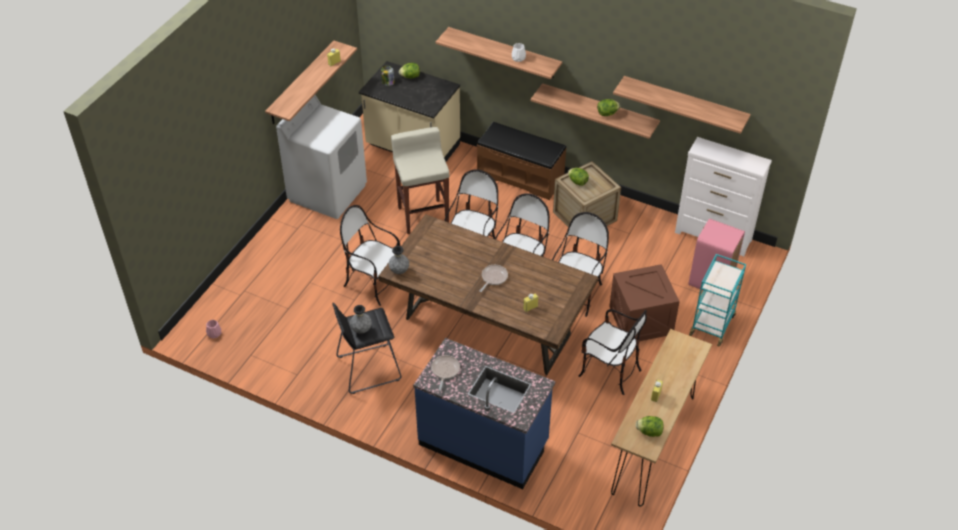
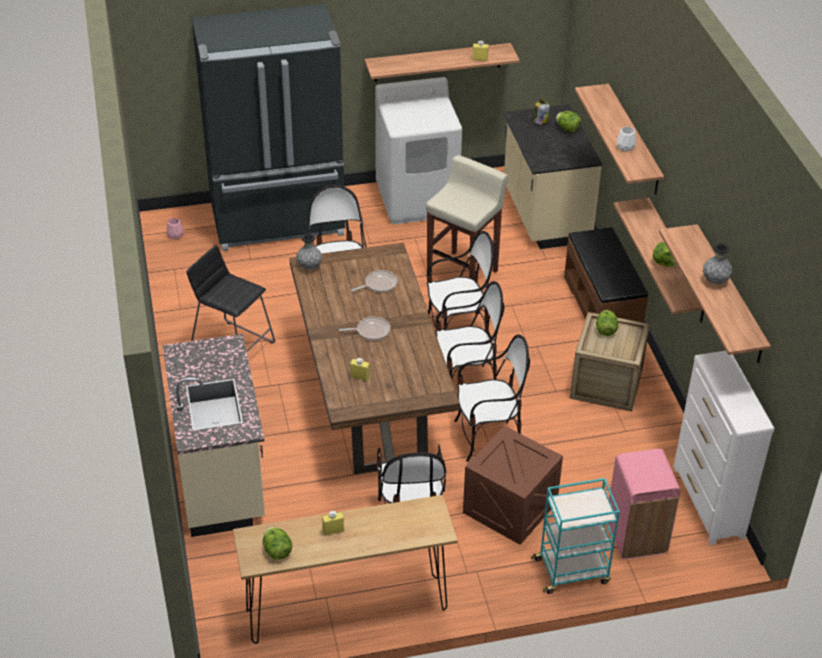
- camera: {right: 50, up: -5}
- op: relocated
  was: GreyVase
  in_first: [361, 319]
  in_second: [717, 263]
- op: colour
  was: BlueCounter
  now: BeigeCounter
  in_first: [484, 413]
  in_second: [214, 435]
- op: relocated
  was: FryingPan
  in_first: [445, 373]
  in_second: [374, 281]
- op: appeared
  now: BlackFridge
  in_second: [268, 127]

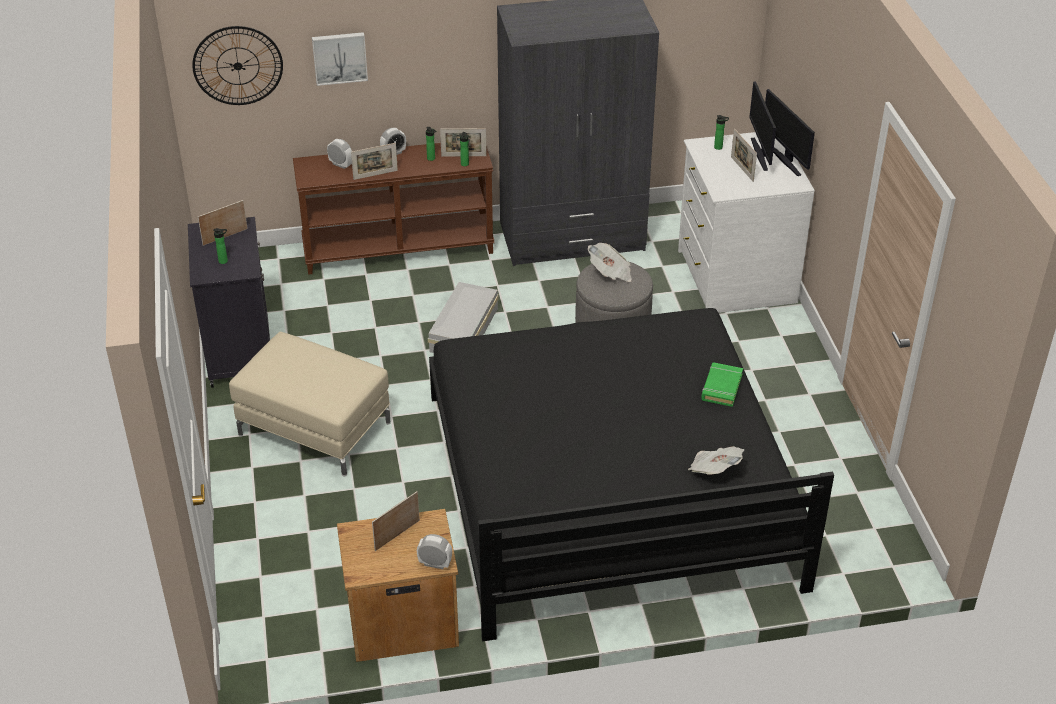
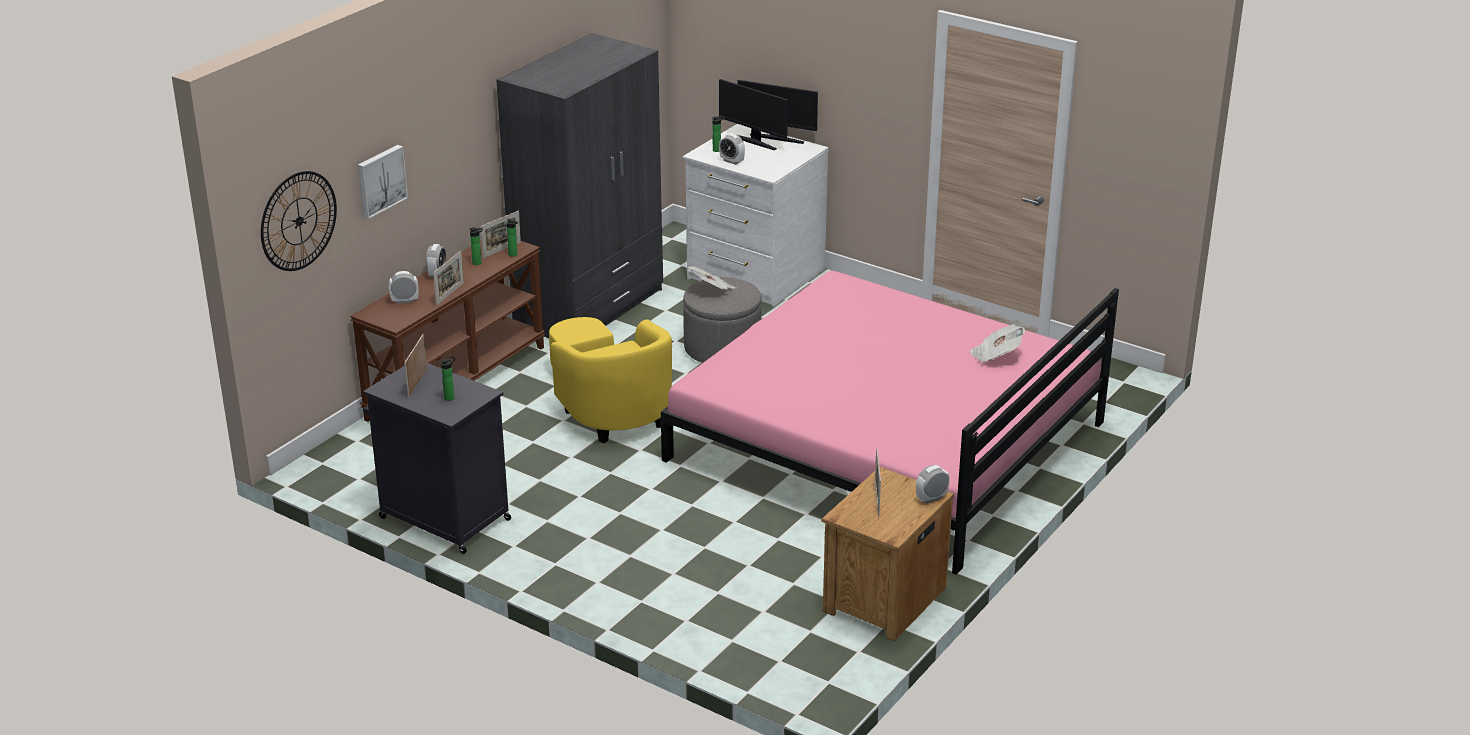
- camera: {right: -45, up: -10}
- op: missing
  was: PictureFrame
  in_first: [744, 155]
- op: exchanged
  was: WhiteStorageBox
  now: YellowArmchair
  in_first: [463, 317]
  in_second: [610, 380]
- op: colour
  was: BlackBed
  now: PinkBed
  in_first: [631, 475]
  in_second: [890, 422]
- op: missing
  was: BeigeOttoman
  in_first: [309, 404]
- op: missing
  was: GreenBook
  in_first: [722, 384]
- op: appeared
  now: AlarmClock
  in_second: [732, 149]

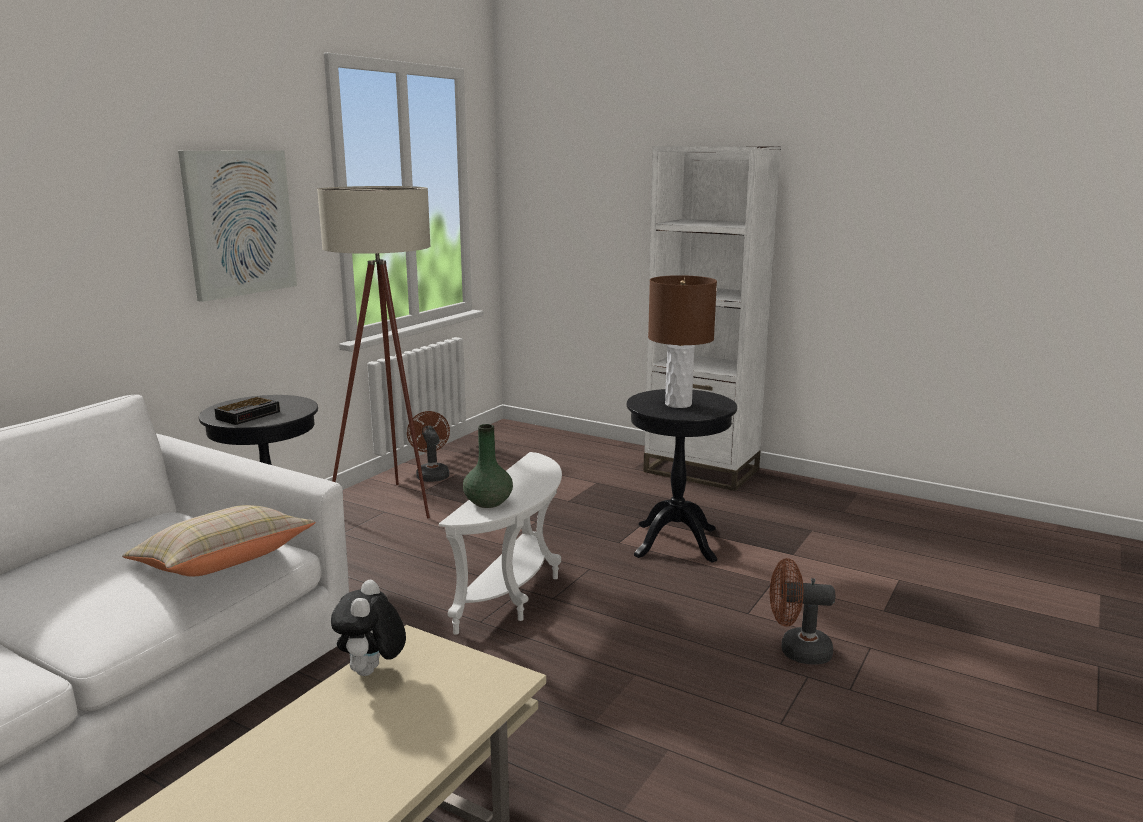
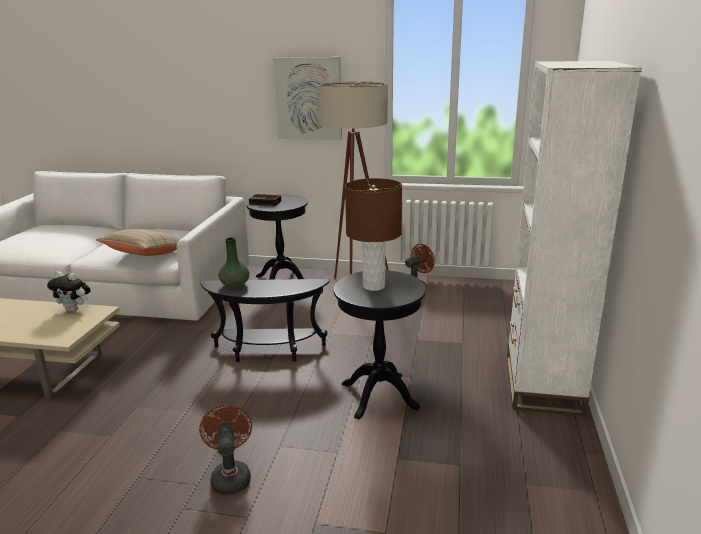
- camera: {right: 70, up: 5}
- op: colour
  was: WhiteSideTable
  now: BlackSideTable
  in_first: [500, 543]
  in_second: [265, 320]
- op: spun
  was: PlushToy
  in_first: [368, 628]
  in_second: [68, 291]
  clockwise: -150

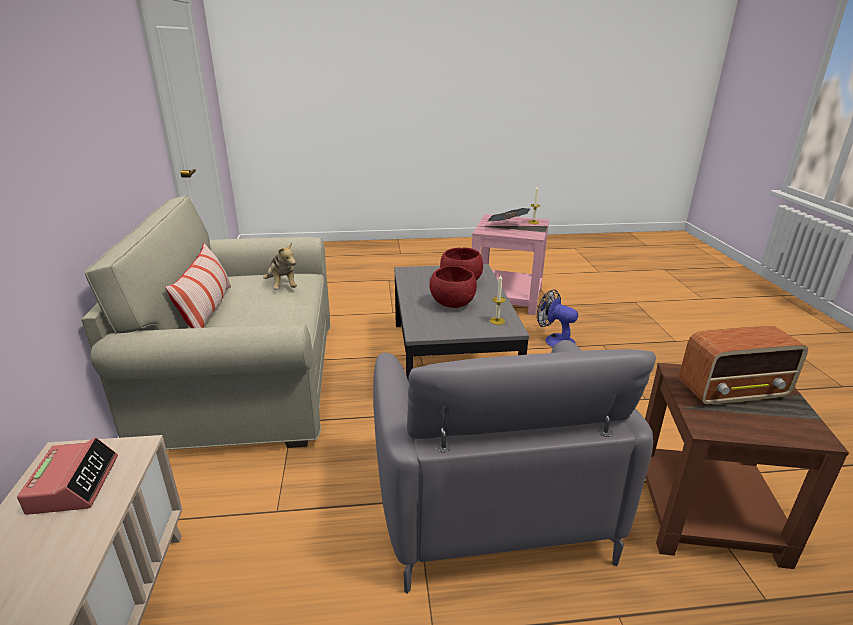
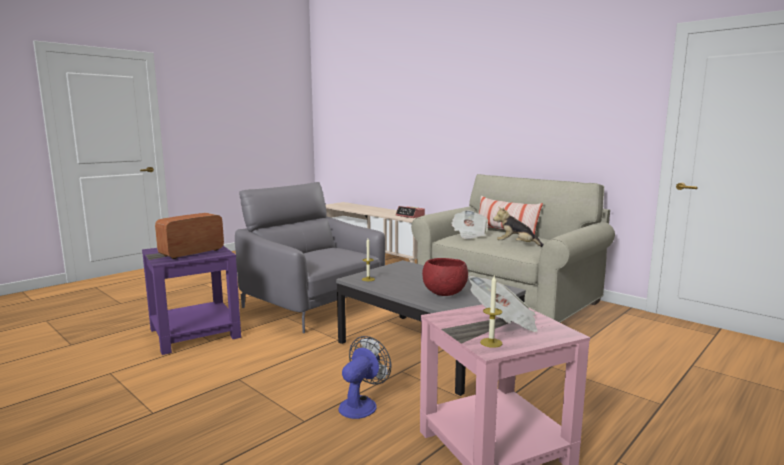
- camera: {right: 140, up: -15}
- op: missing
  was: RedBowl
  in_first: [453, 287]
- op: spun
  was: Fan
  in_first: [557, 318]
  in_second: [365, 377]
  clockwise: -60
- op: colour
  was: BrownSideTable
  now: PurpleSideTable
  in_first: [747, 466]
  in_second: [191, 300]
- op: appeared
  now: Newspaper
  in_second: [469, 224]

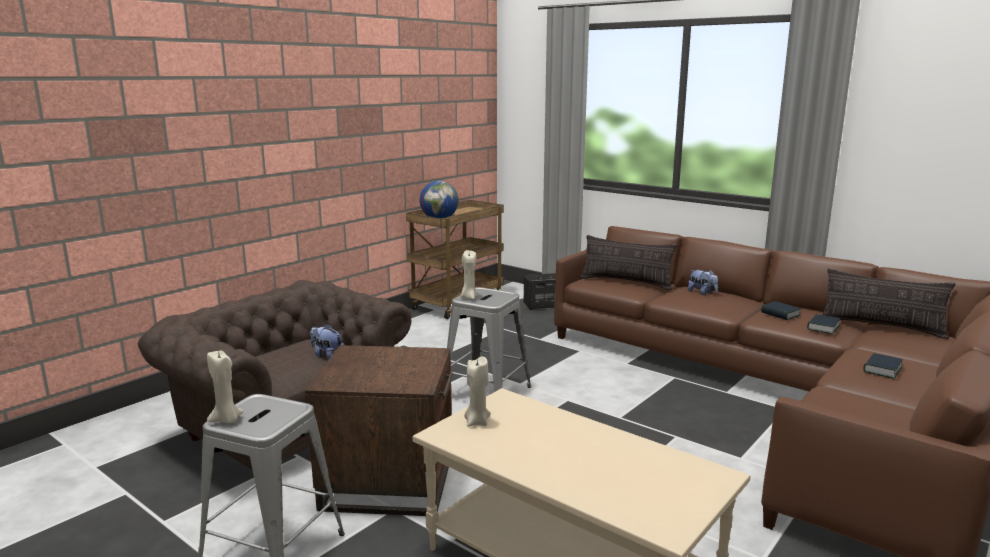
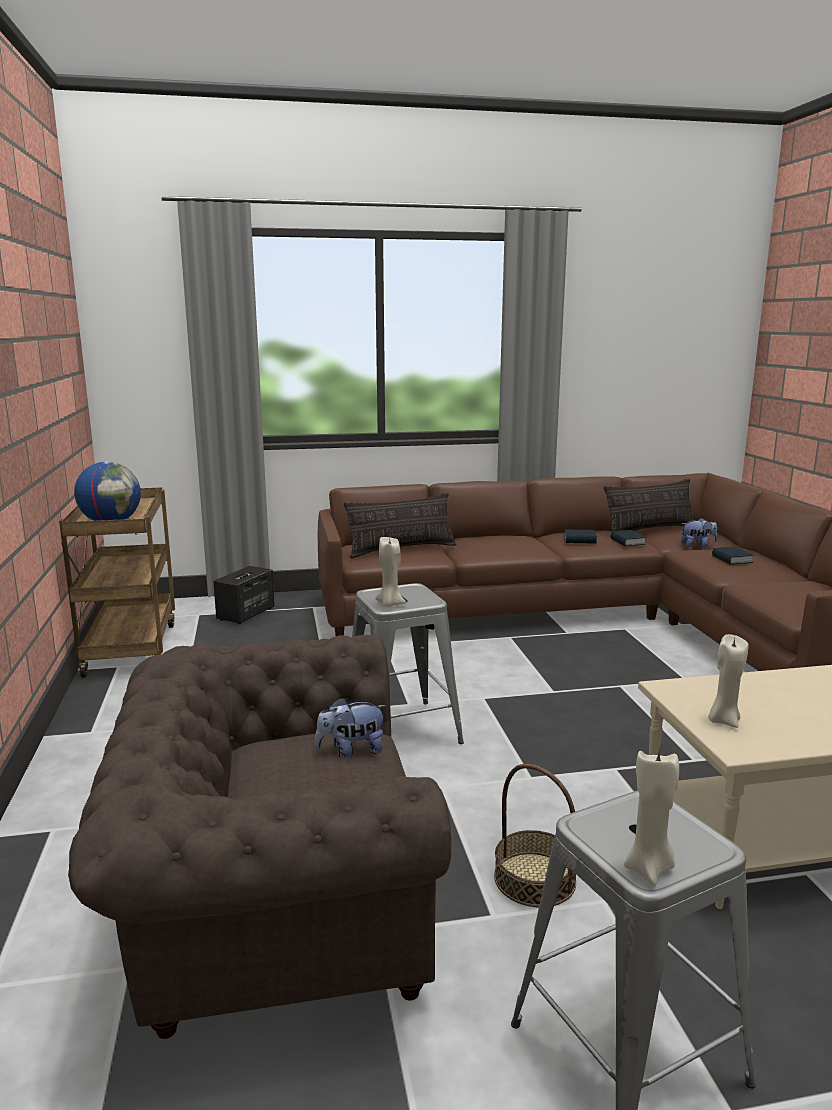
- camera: {right: -50, up: 0}
- op: relocated
  was: PlushToy
  in_first: [703, 282]
  in_second: [699, 533]
- op: exchanged
  was: BrownSideTable
  now: Basket
  in_first: [379, 430]
  in_second: [535, 835]

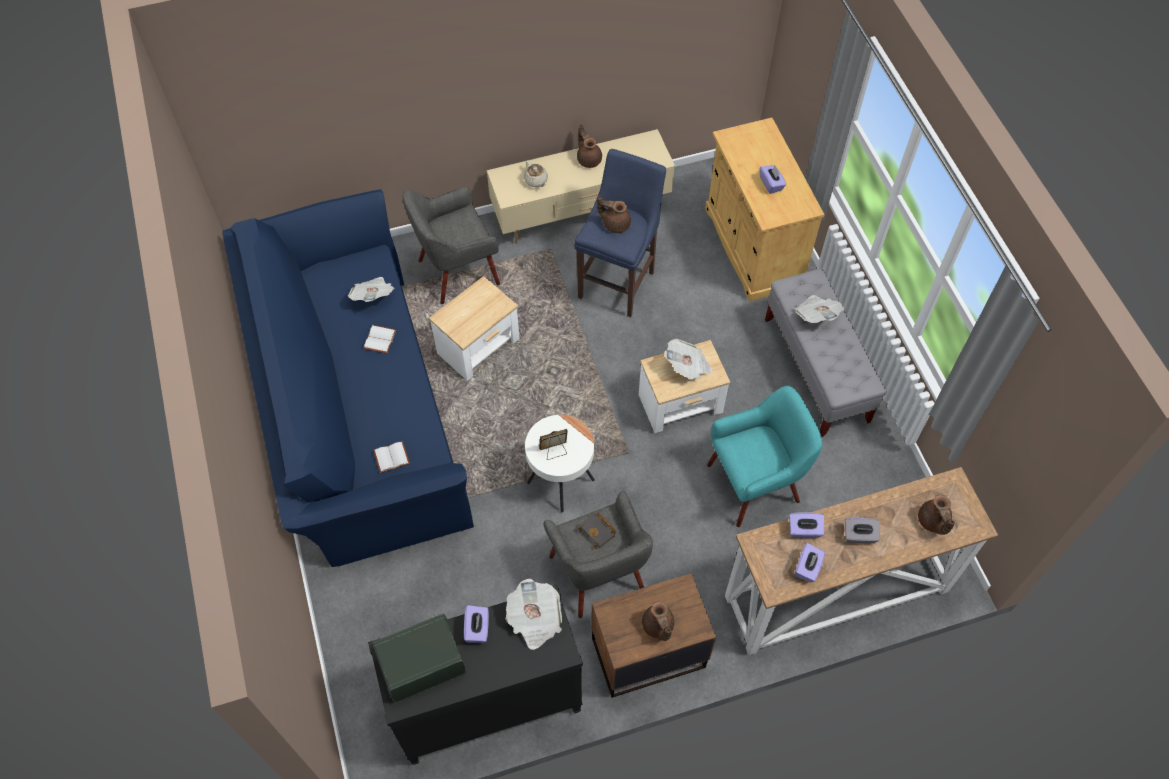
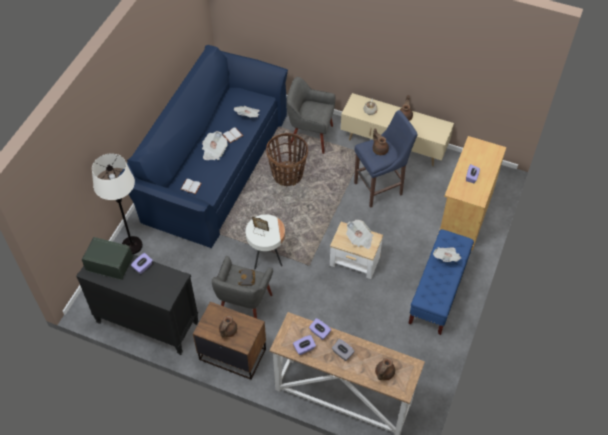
- camera: {right: 40, up: -5}
- op: colour
  was: GreyBench
  now: BlueBench
  in_first: [826, 353]
  in_second: [441, 282]
- op: exchanged
  was: SideTable
  now: Basket
  in_first: [474, 328]
  in_second: [287, 159]
- op: missing
  was: TurquoiseArmchair
  in_first: [764, 456]
- op: relocated
  was: Newspaper
  in_first: [534, 614]
  in_second: [215, 145]
- op: appeared
  now: WhiteFloorLamp
  in_second: [117, 203]

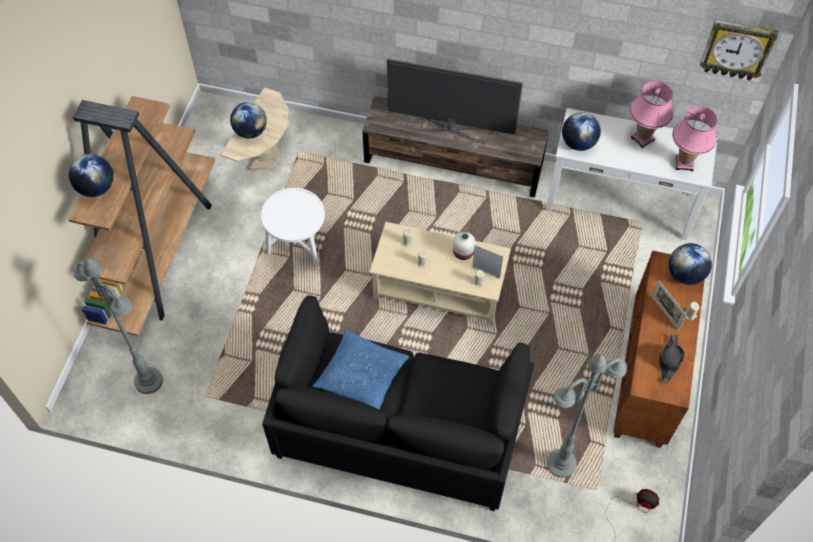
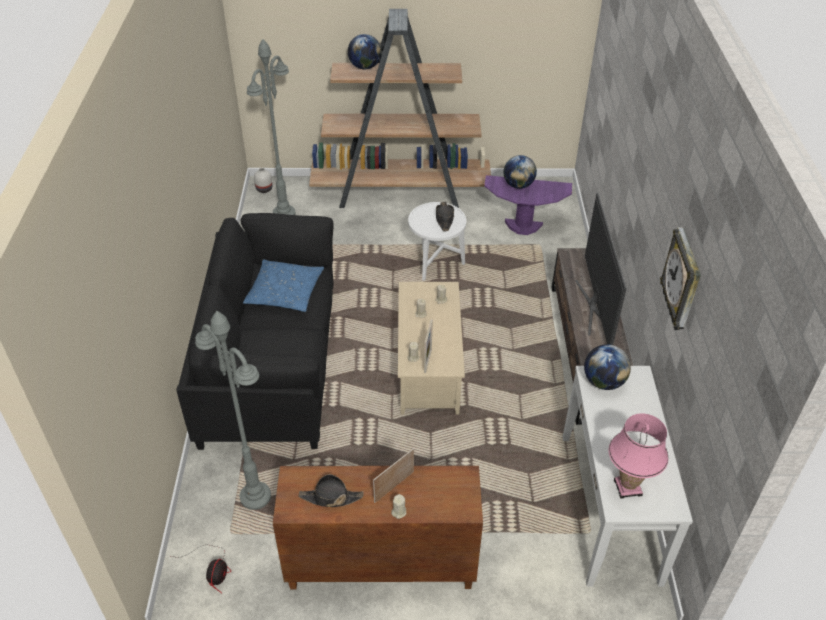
- camera: {right: 75, up: -15}
- op: relocated
  was: WallClock
  in_first: [739, 49]
  in_second: [680, 278]
- op: missing
  was: PinkTableLamp
  in_first: [651, 114]
- op: colour
  was: BeigeSideTable
  now: PurpleSideTable
  in_first: [254, 129]
  in_second: [528, 205]
- op: relocated
  was: WhiteVase
  in_first: [464, 246]
  in_second: [263, 180]
- op: missing
  was: Globe
  in_first: [690, 264]
- op: appeared
  now: BlackHat
  in_second: [445, 216]

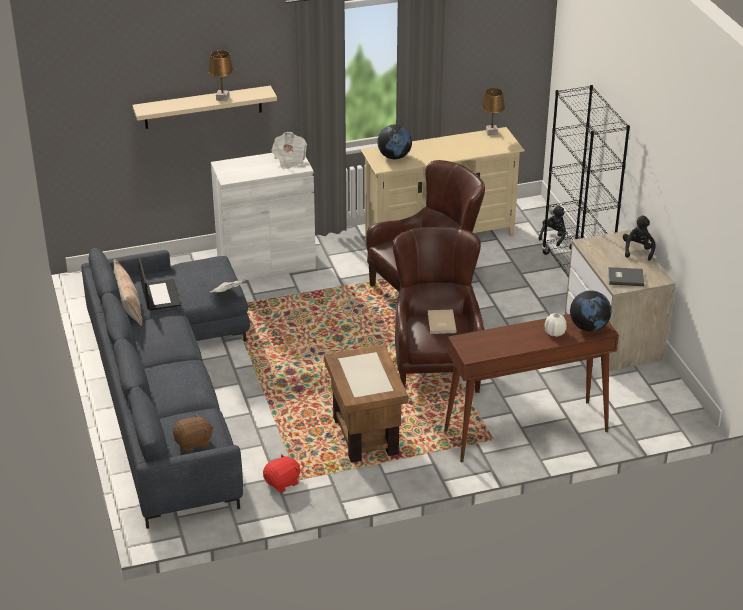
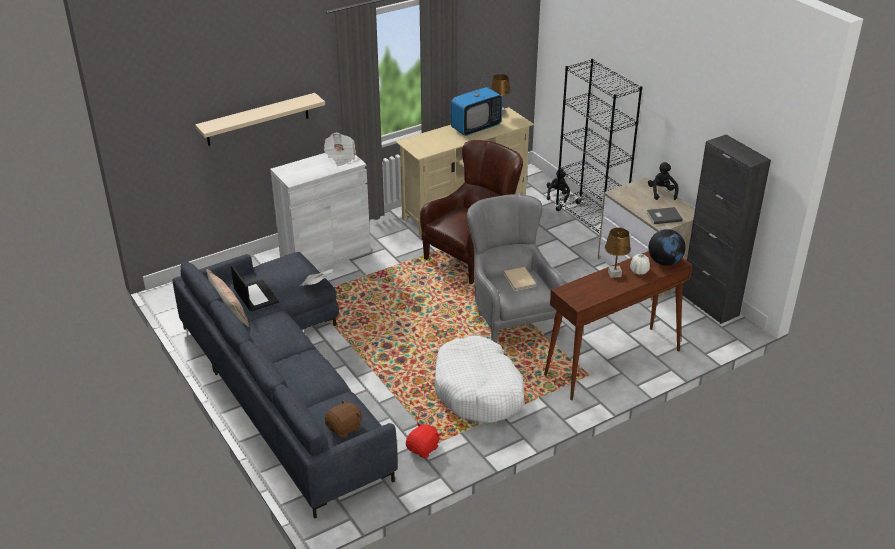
- camera: {right: -15, up: 0}
- op: relocated
  was: BrownTableLamp
  in_first: [221, 75]
  in_second: [618, 253]
- op: missing
  was: Globe
  in_first: [394, 141]
- op: colour
  was: BrownArmchair
  now: GreyArmchair
  in_first: [439, 310]
  in_second: [516, 268]
- op: exchanged
  was: BrownSideTable
  now: WhiteDogBed
  in_first: [366, 404]
  in_second: [480, 379]
- op: appeared
  now: Television
  in_second: [476, 104]
- op: appeared
  now: BlackCabinet
  in_second: [726, 229]

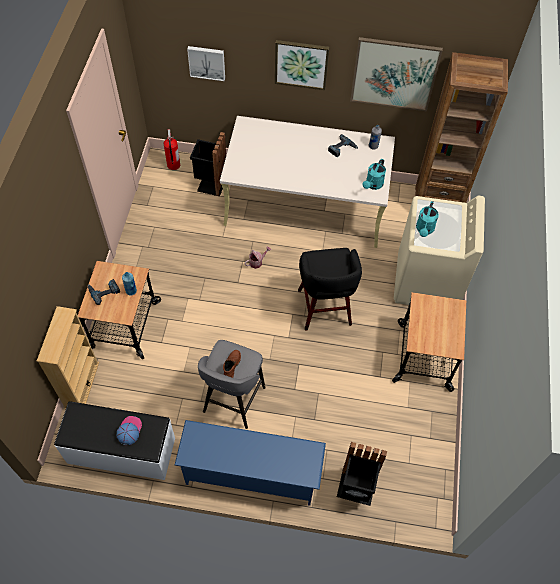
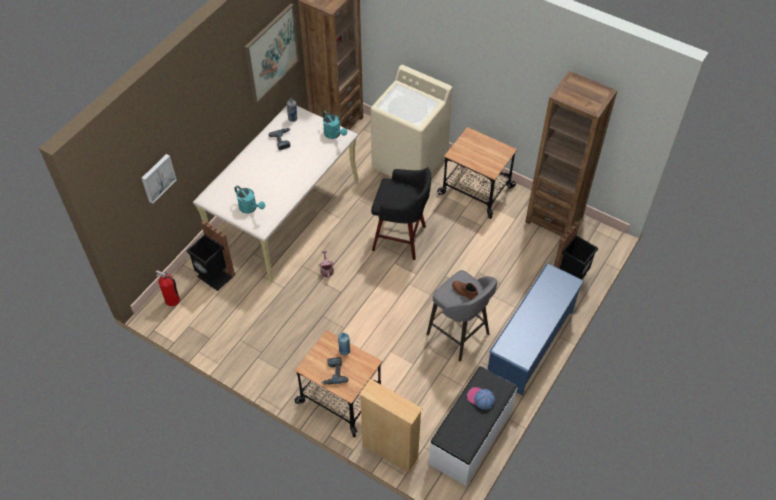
- camera: {right: -65, up: -5}
- op: missing
  was: Picture
  in_first: [302, 65]
- op: relocated
  was: TurquoiseWateringCan
  in_first: [427, 219]
  in_second: [250, 200]
- op: appeared
  now: BrownBookcase
  in_second: [571, 154]

